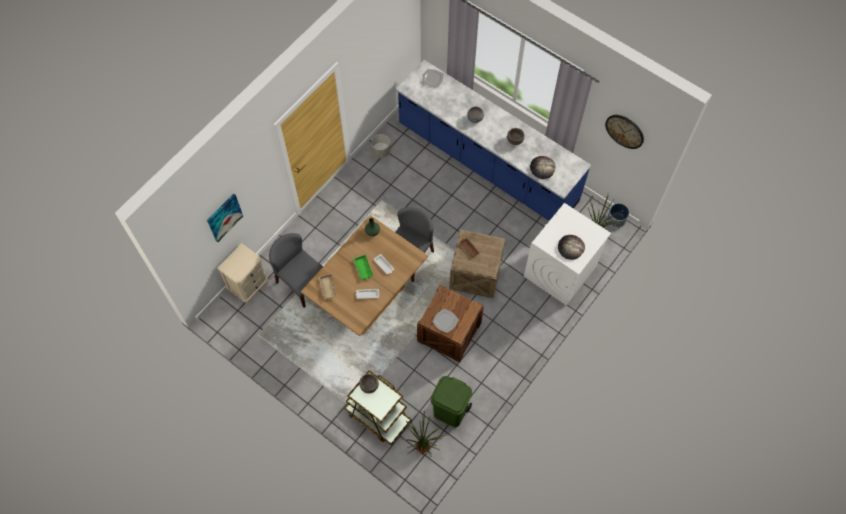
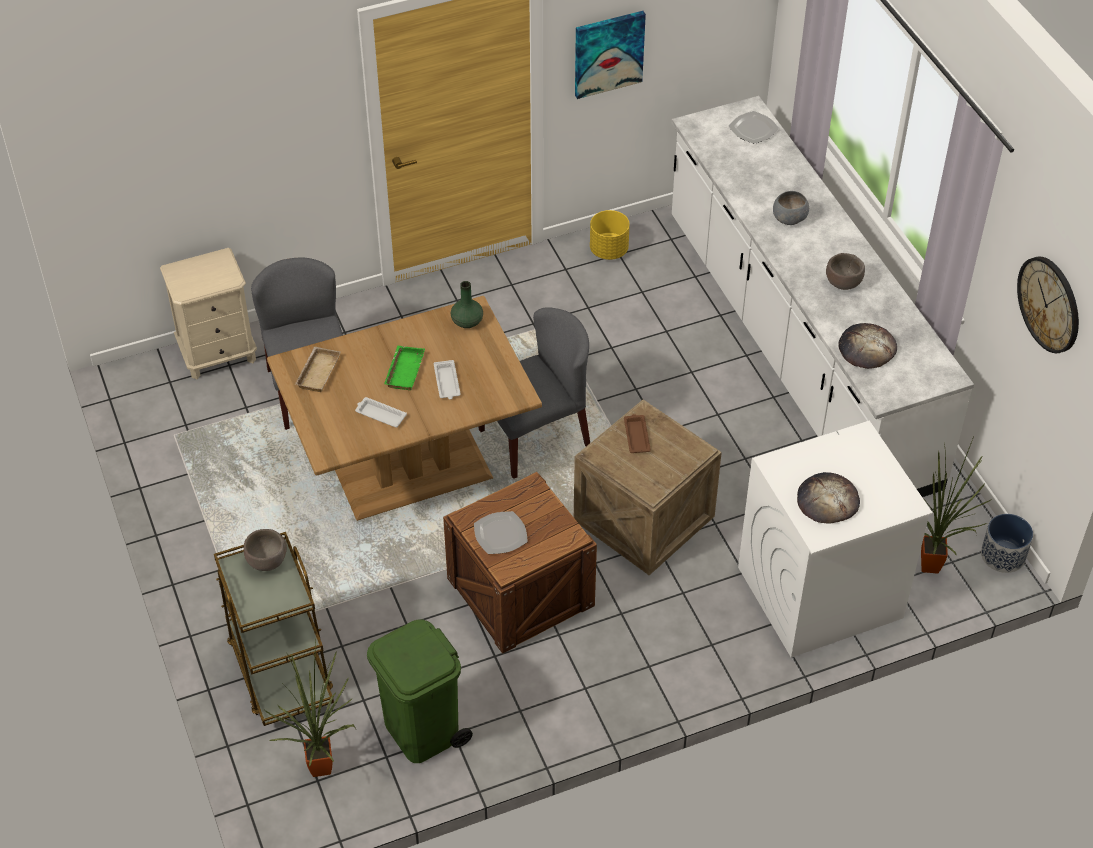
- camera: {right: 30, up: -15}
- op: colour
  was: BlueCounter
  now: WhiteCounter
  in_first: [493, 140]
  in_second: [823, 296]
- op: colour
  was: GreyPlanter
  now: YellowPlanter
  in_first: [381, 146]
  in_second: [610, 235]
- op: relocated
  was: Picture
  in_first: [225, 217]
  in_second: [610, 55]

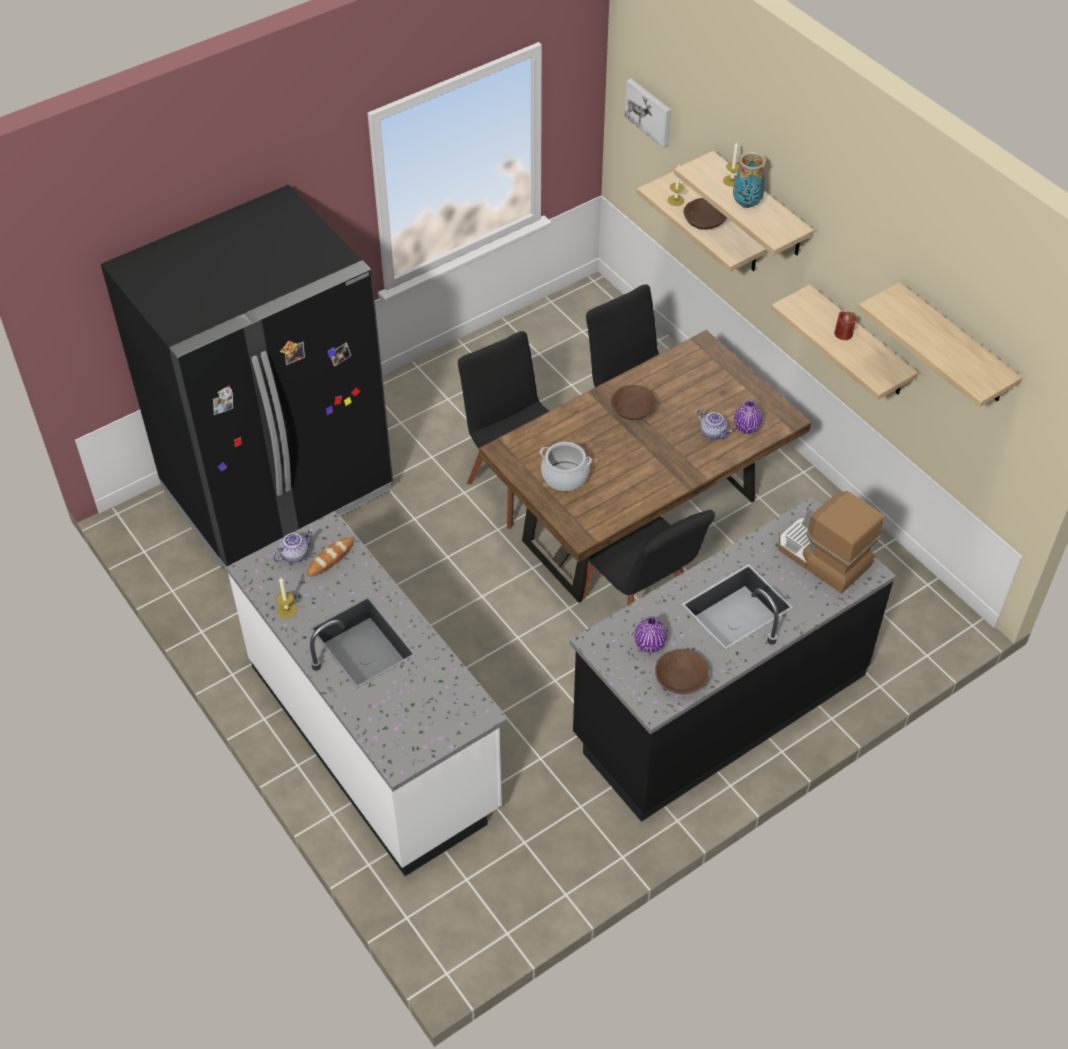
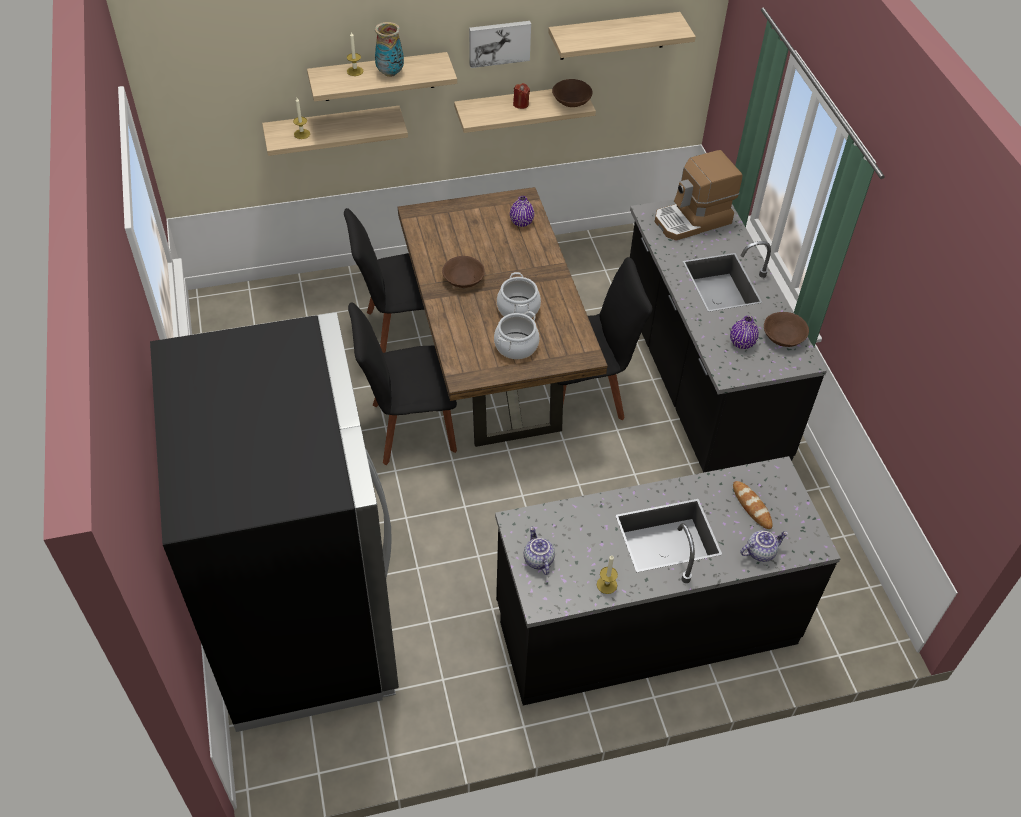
- camera: {right: -70, up: 0}
- op: relocated
  was: Picture
  in_first: [648, 113]
  in_second: [500, 44]
- op: relocated
  was: BrownBowl
  in_first: [705, 214]
  in_second: [572, 93]
- op: relocated
  was: Teapot
  in_first: [714, 424]
  in_second: [764, 546]
- op: colour
  was: WhiteCounter
  now: BlackCounter
  in_first: [366, 693]
  in_second: [668, 581]
- op: relocated
  was: Bread
  in_first: [330, 556]
  in_second: [753, 505]
- op: appeared
  now: CookingPot
  in_second: [519, 295]

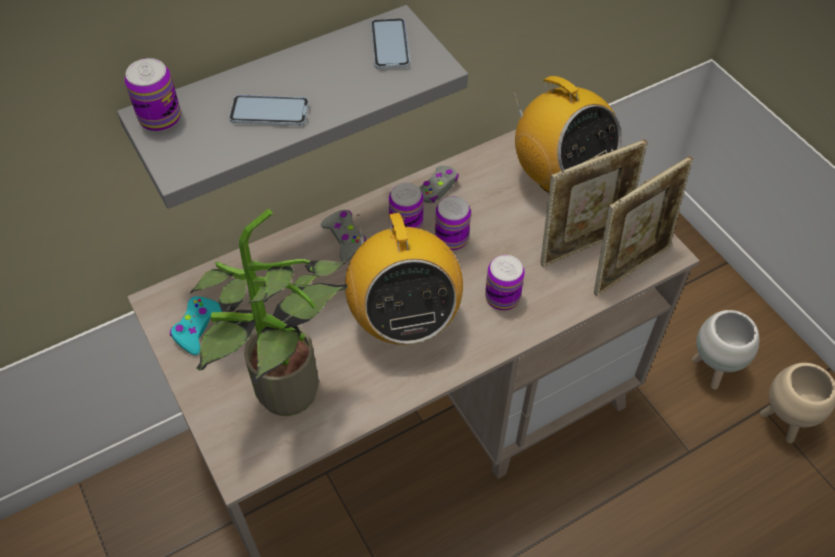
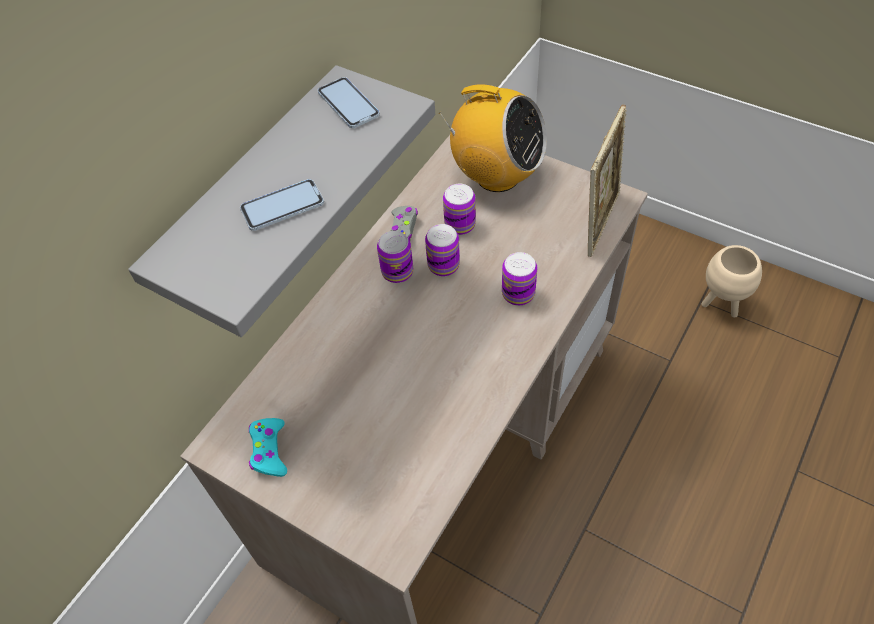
- camera: {right: -25, up: 0}
- op: relocated
  was: Can
  in_first: [153, 95]
  in_second: [459, 209]
- op: missing
  was: PictureFrame
  in_first: [594, 203]
- op: missing
  was: PottedPlant
  in_first: [269, 312]
- op: missing
  was: GreyGameController
  in_first: [343, 236]
- op: missing
  was: Radio
  in_first: [404, 279]
- op: missing
  was: WhitePlanter
  in_first: [725, 350]

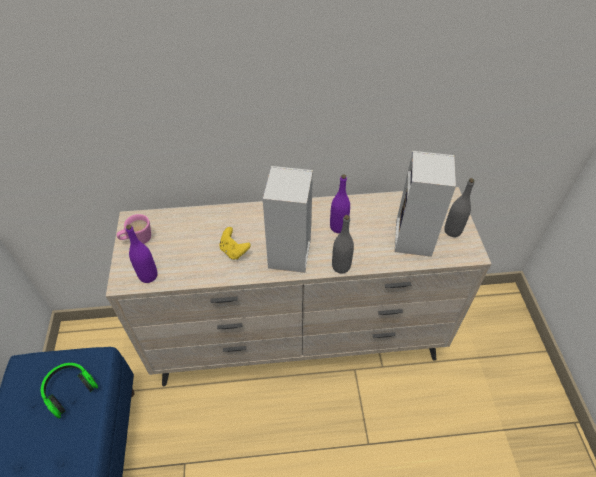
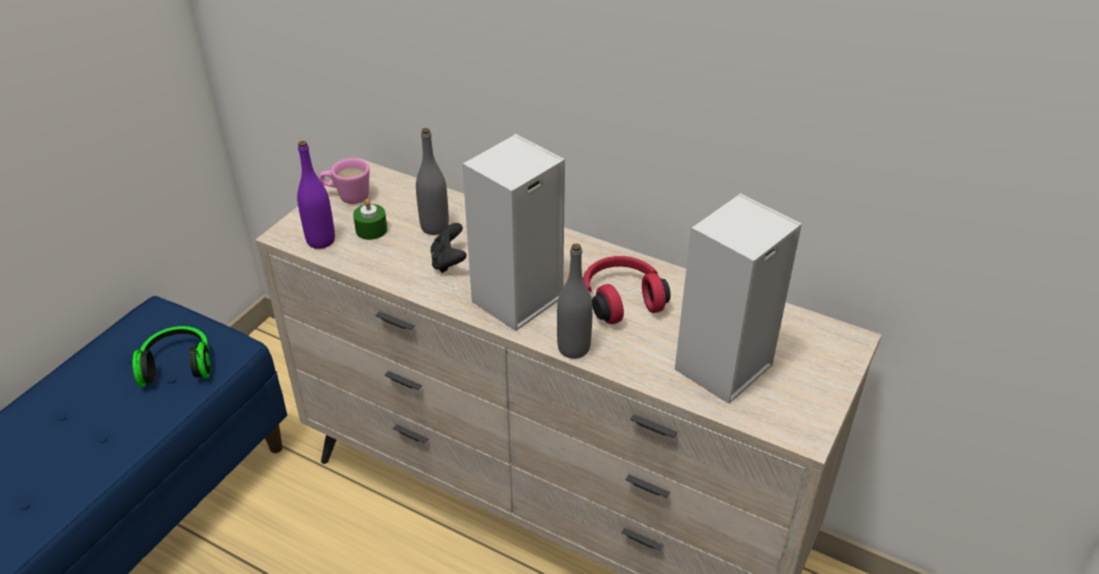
- camera: {right: 35, up: -10}
- op: exchanged
  was: PurpleBottle
  now: RedHeadphones
  in_first: [340, 203]
  in_second: [627, 290]
- op: relocated
  was: GreyBottle
  in_first: [459, 207]
  in_second: [432, 181]
- op: colour
  was: YellowGameController
  now: BlackGameController
  in_first: [235, 243]
  in_second: [449, 248]
- op: appeared
  now: GreenCandle
  in_second: [370, 219]

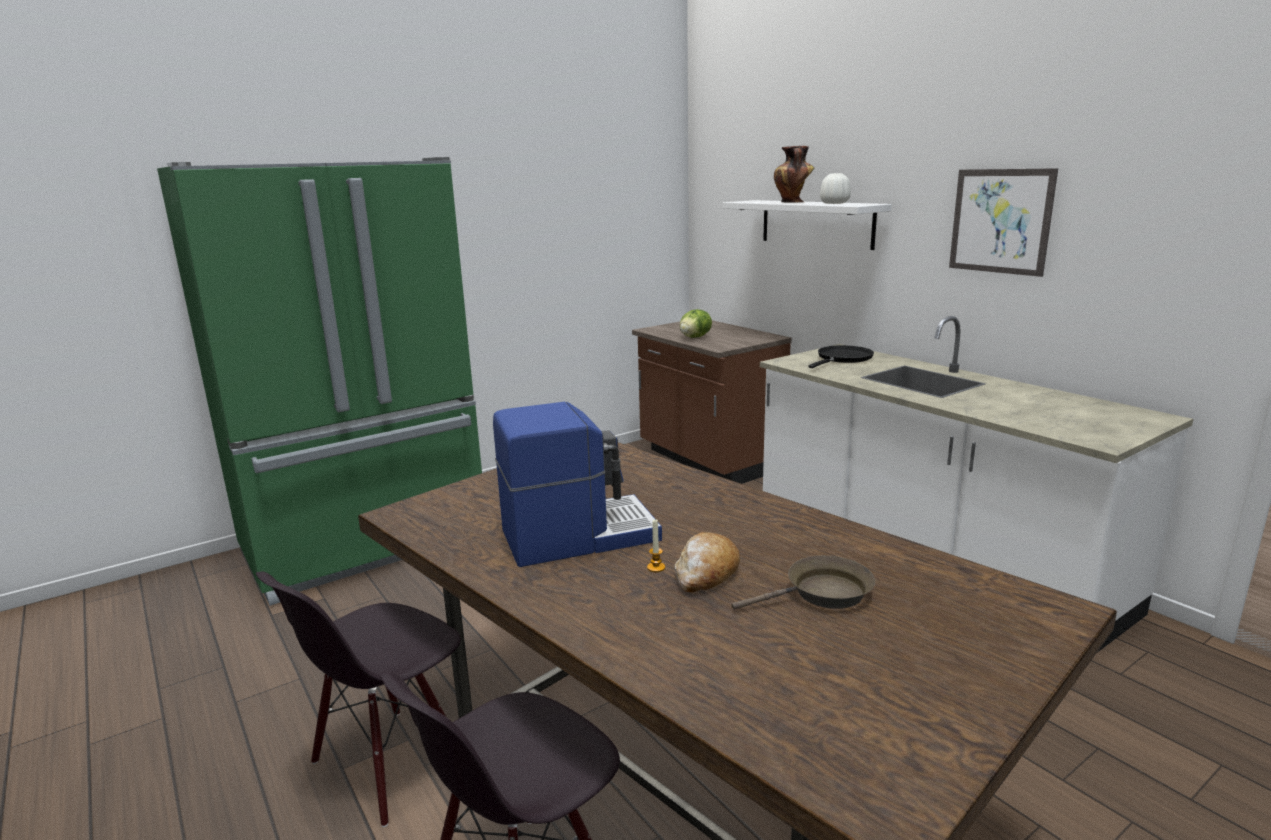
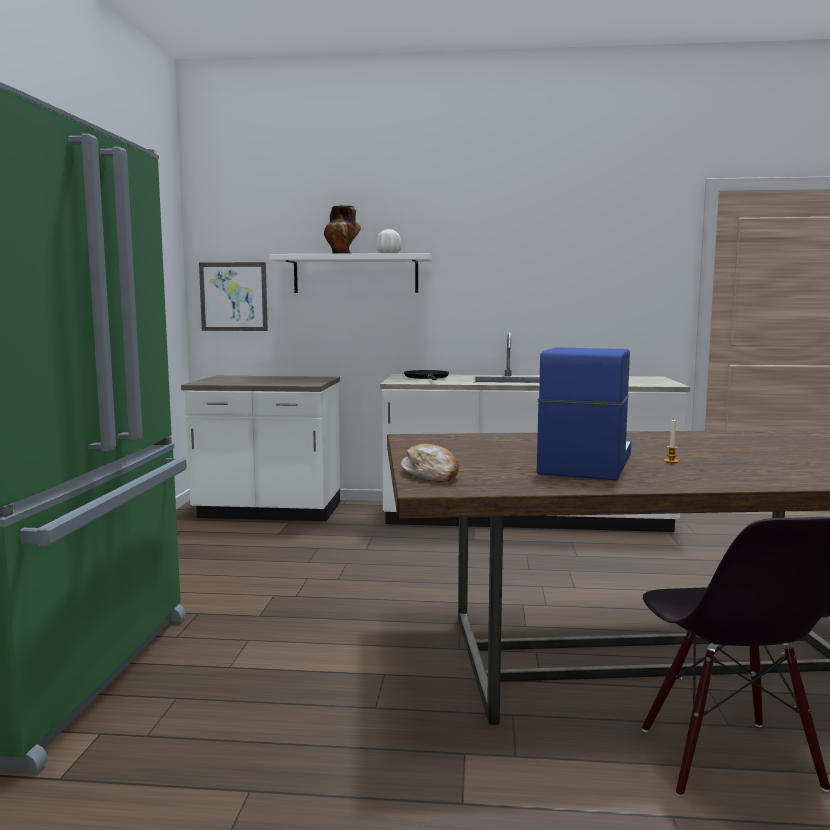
- camera: {right: -50, up: -10}
- op: relocated
  was: Picture
  in_first: [1003, 222]
  in_second: [233, 296]
- op: missing
  was: Lettuce
  in_first: [696, 323]
- op: colour
  was: BrownCounter
  now: WhiteCounter
  in_first: [712, 402]
  in_second: [260, 448]
- op: relocated
  was: Bread
  in_first: [707, 562]
  in_second: [430, 463]
- op: missing
  was: BrownFryingPan
  in_first: [803, 582]
- op: missing
  was: BlackChair
  in_first: [358, 699]

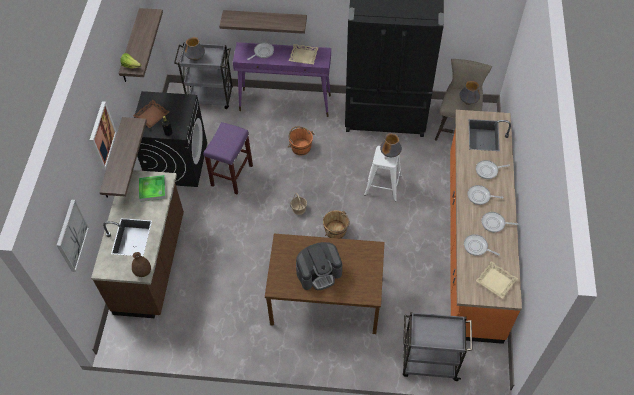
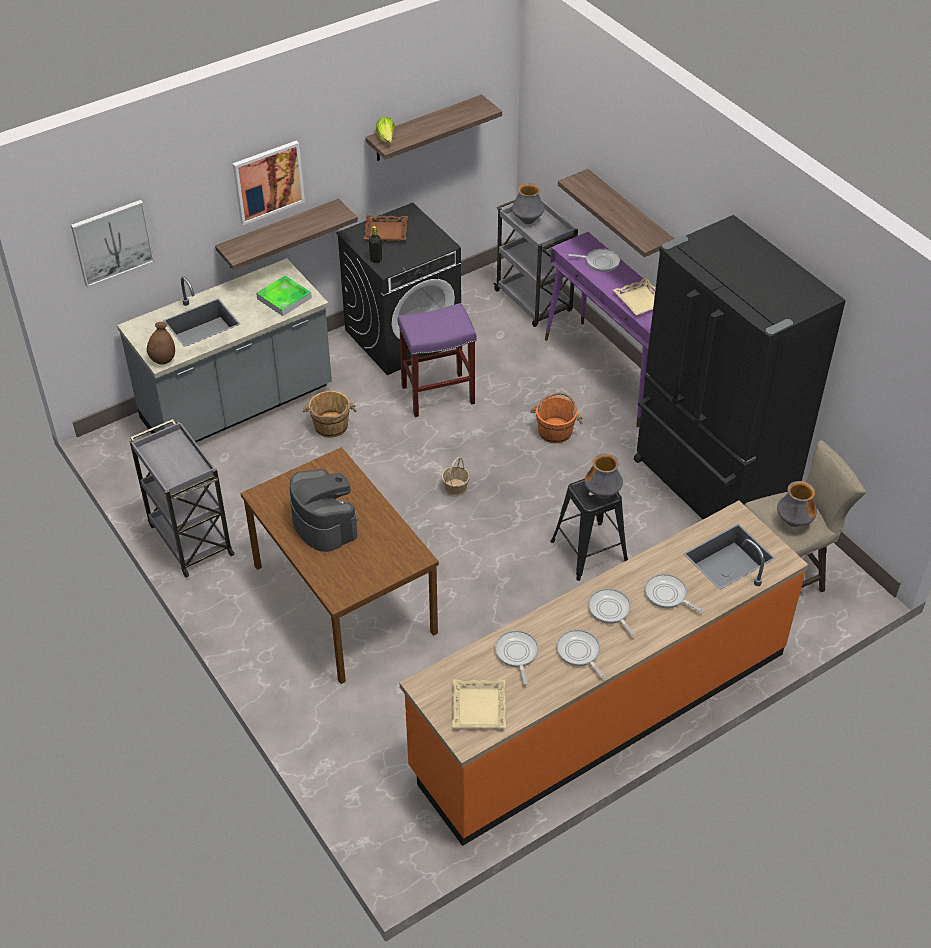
- camera: {right: 50, up: -10}
- op: colour
  was: WhiteStool
  now: BlackStool
  in_first: [383, 173]
  in_second: [589, 530]
- op: colour
  was: BrownCounter
  now: GreyCounter
  in_first: [137, 244]
  in_second: [224, 350]
- op: relocated
  was: BrownBucket
  in_first: [336, 224]
  in_second: [330, 414]
- op: spun
  was: CoffeeMachine
  in_first: [319, 266]
  in_second: [324, 510]
  clockwise: -150
- op: relocated
  was: GreyCart
  in_first: [437, 346]
  in_second: [182, 498]

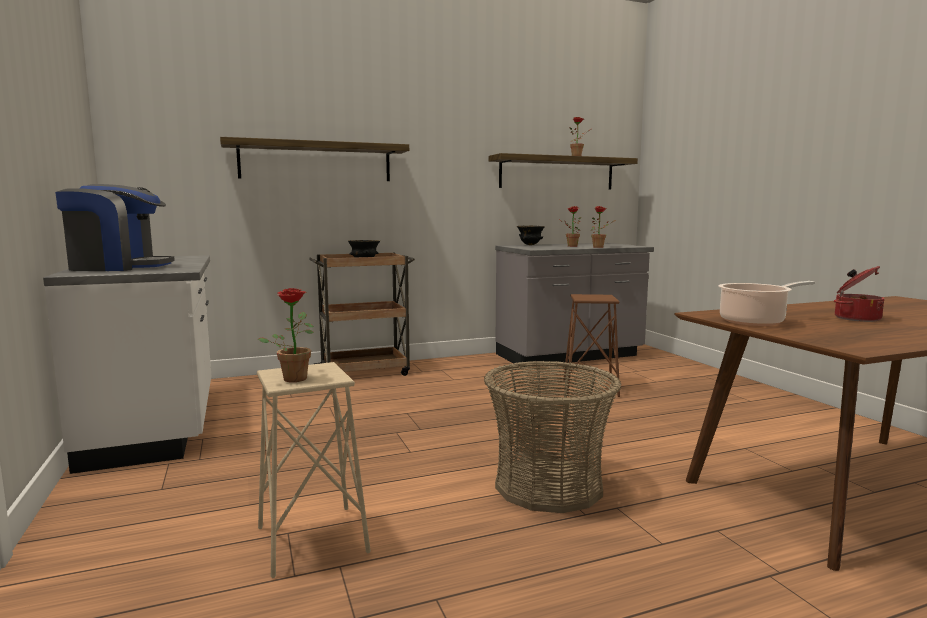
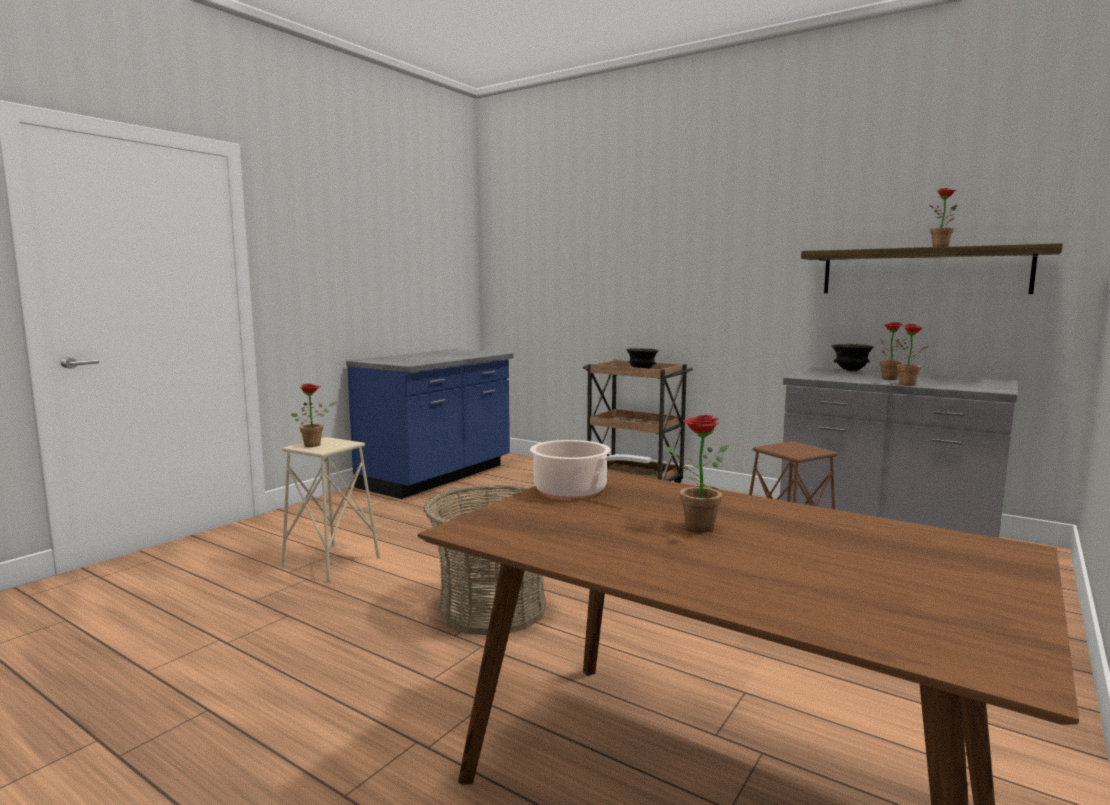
- camera: {right: 55, up: 0}
- op: missing
  was: Shelf
  in_first: [314, 159]
- op: missing
  was: CoffeeMachine
  in_first: [115, 227]
- op: colour
  was: WhiteCounter
  now: BlueCounter
  in_first: [127, 364]
  in_second: [429, 424]
- op: exchanged
  was: CookingPot
  now: PottedPlant
  in_first: [859, 294]
  in_second: [696, 474]

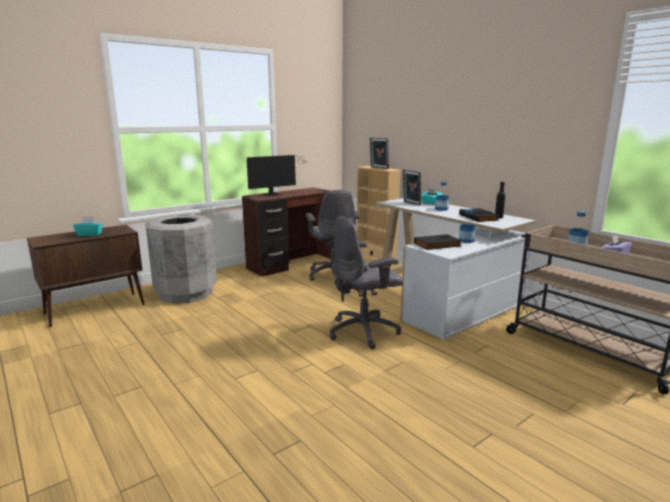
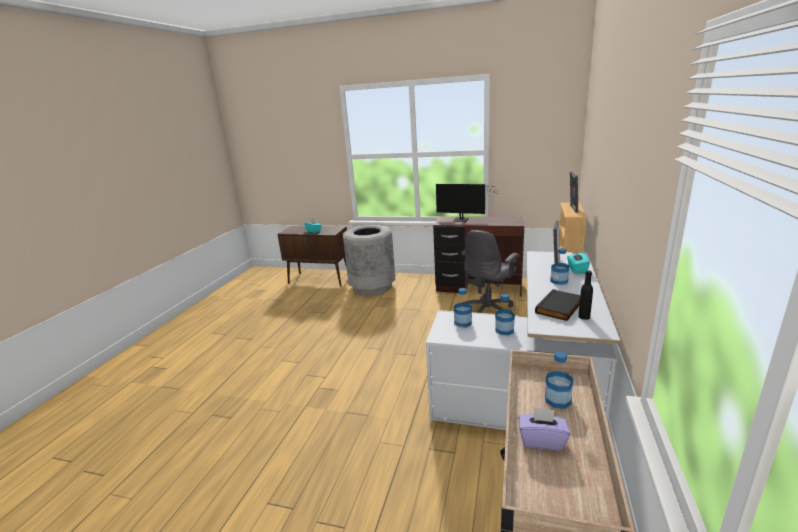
- camera: {right: 55, up: 5}
- op: missing
  was: GreyOfficeChair
  in_first: [367, 282]
- op: exchanged
  was: BlackBook
  now: Bottle
  in_first: [438, 242]
  in_second: [463, 307]

